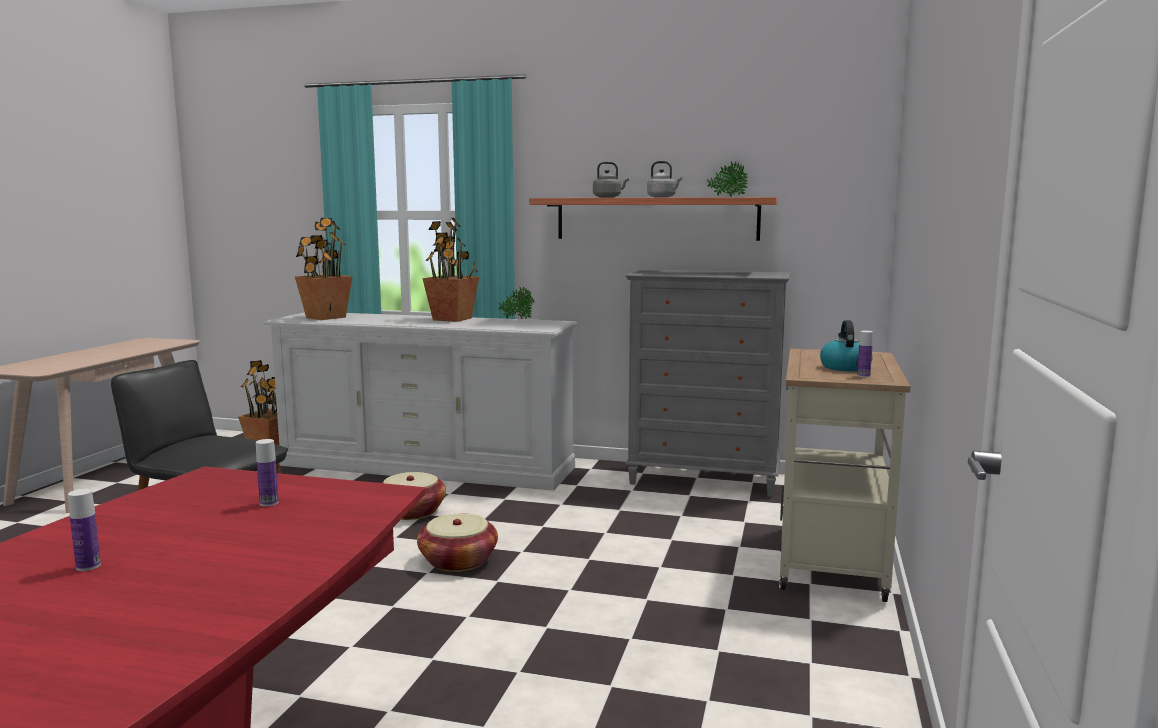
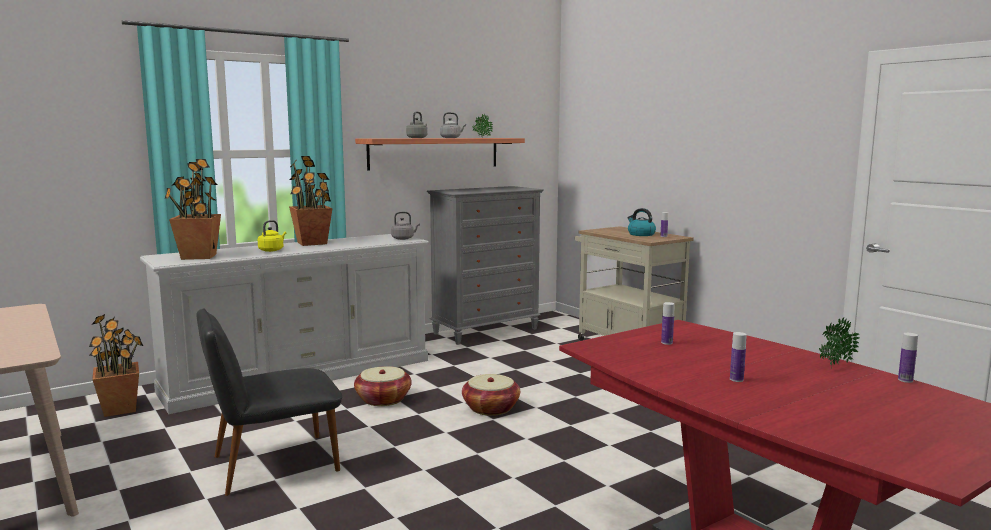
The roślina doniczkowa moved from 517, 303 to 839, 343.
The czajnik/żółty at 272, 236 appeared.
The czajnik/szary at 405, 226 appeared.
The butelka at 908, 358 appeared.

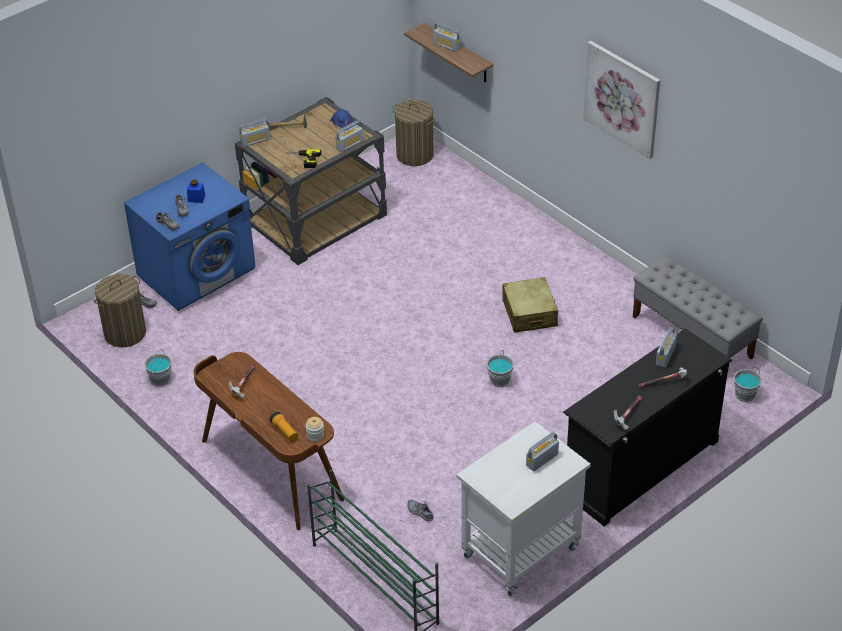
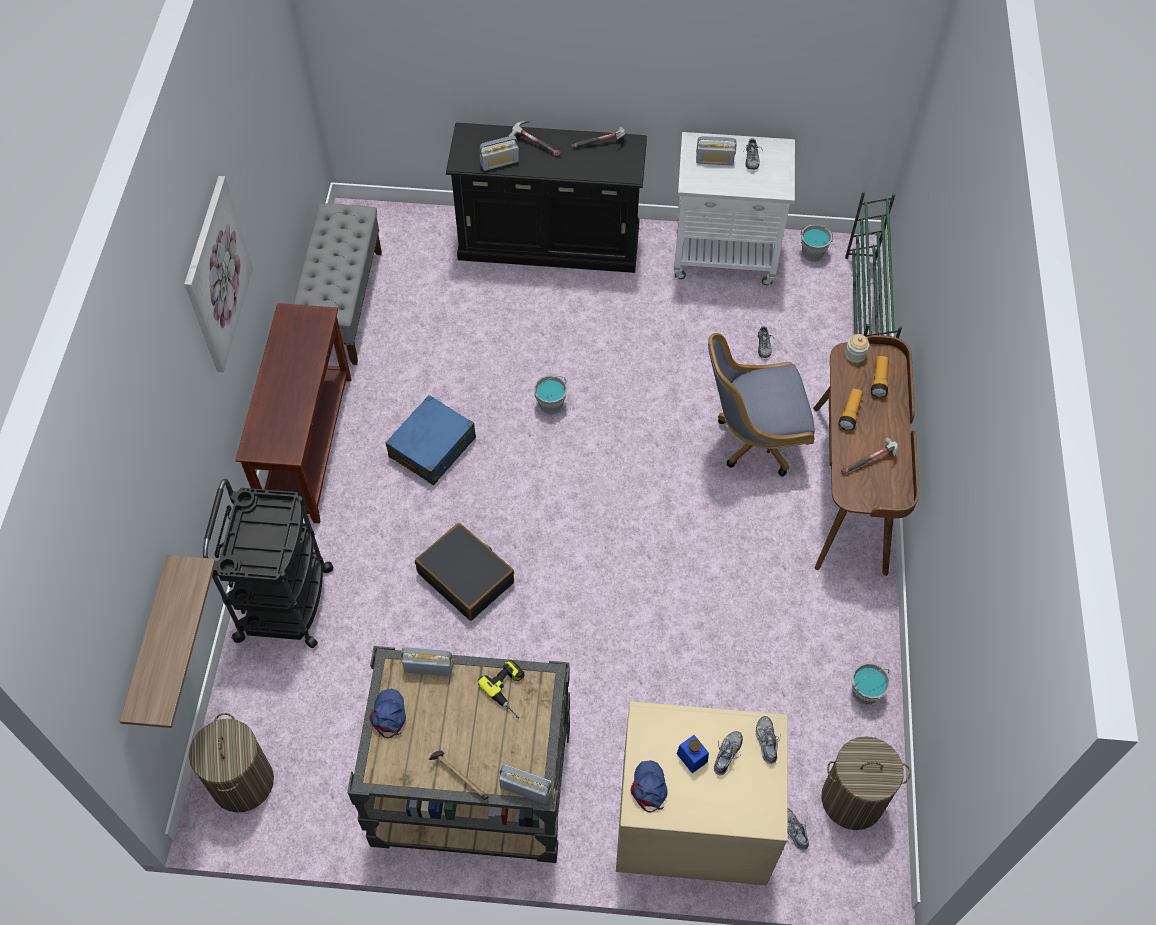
The pralka/niebieski at 190, 236 became the pralka/beżowy at 702, 793.
The radio at 447, 37 disappeared.
The walizka/beżowy at 530, 305 became the walizka/niebieski at 431, 440.
The wiadro/szary moved from 748, 384 to 817, 242.
The wózek/czarny at 268, 563 appeared.
The stolik konsolowy/brązowy at 294, 413 appeared.
The walizka/czarny at 464, 572 appeared.
The czapka z daszkiem/niebieski at 649, 786 appeared.
The krzesło biurowe/niebieski at 761, 405 appeared.
The but at 753, 154 appeared.
The latarka at 850, 410 appeared.

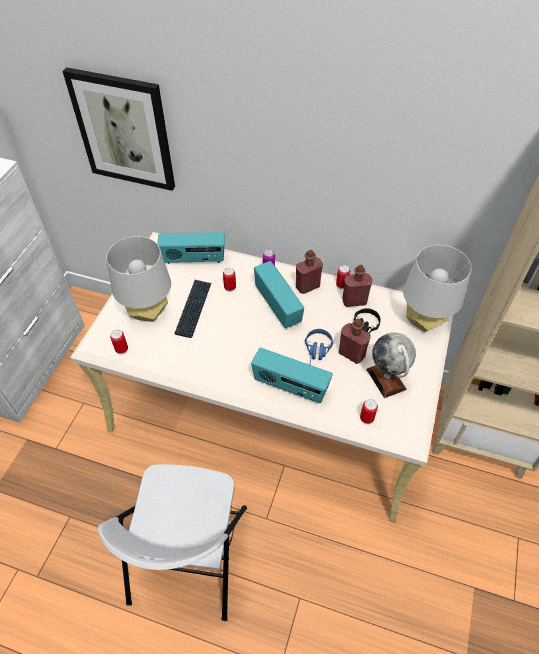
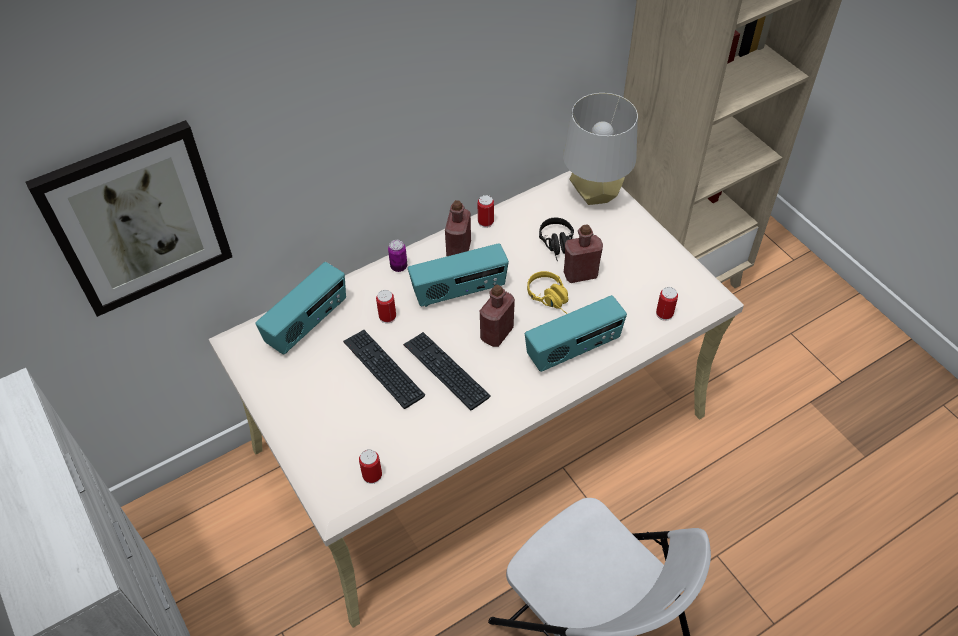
The lampa stołowa/szary at 138, 279 disappeared.
The radio at 279, 294 turned 150 degrees clockwise.
The słuchawki/niebieski at 319, 346 became the słuchawki/żółty at 547, 292.
The butelka/czerwony moved from 357, 286 to 497, 316.
The globus at 391, 365 disappeared.
The klawiatura at 447, 371 appeared.

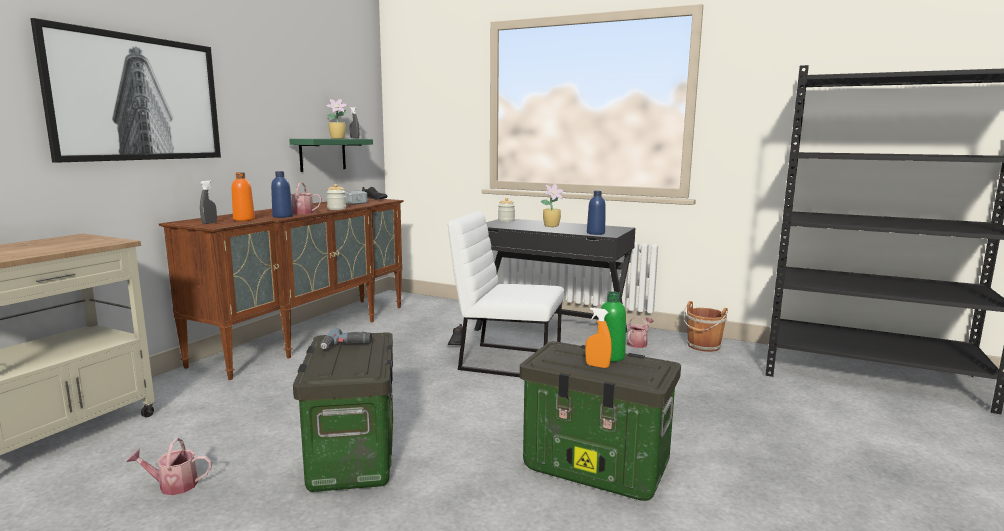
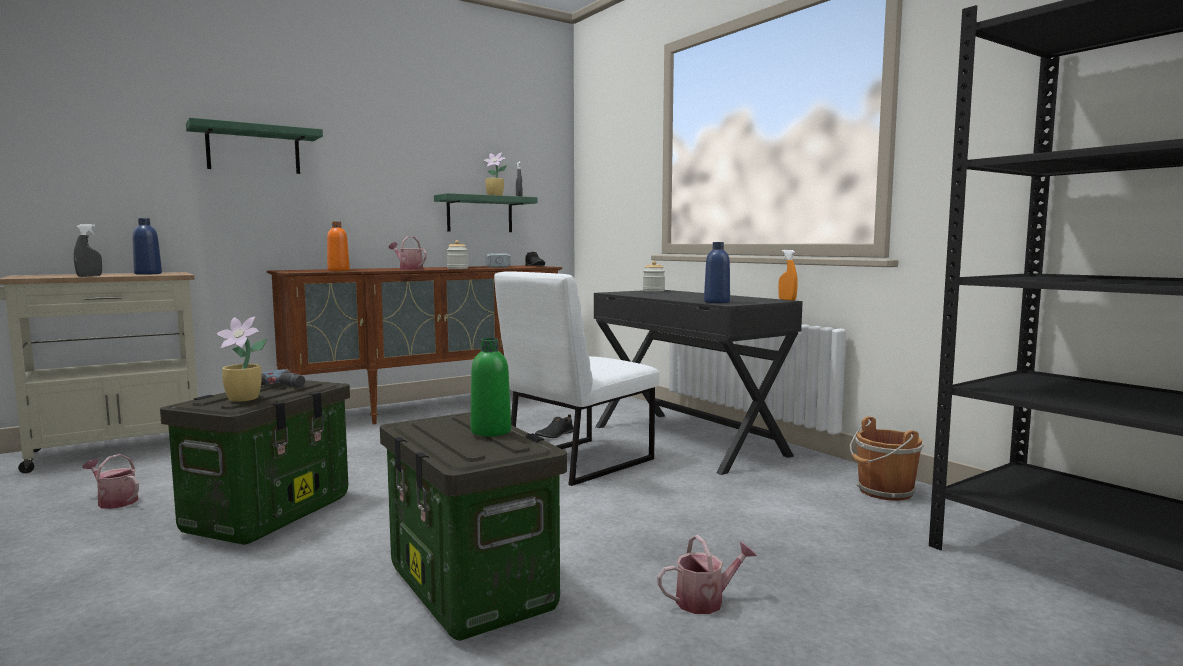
The obraz at 125, 90 was replaced by the półka/zielony at 254, 146.
The spryskiwacz/szary moved from 208, 202 to 88, 250.
The butelka/niebieski moved from 282, 194 to 147, 246.
The krzesło/biały at 506, 294 turned 90 degrees counterclockwise.
The roślina doniczkowa moved from 552, 205 to 242, 359.
The spryskiwacz/pomarańczowy moved from 598, 338 to 788, 275.
The konewka moved from 640, 332 to 707, 574.

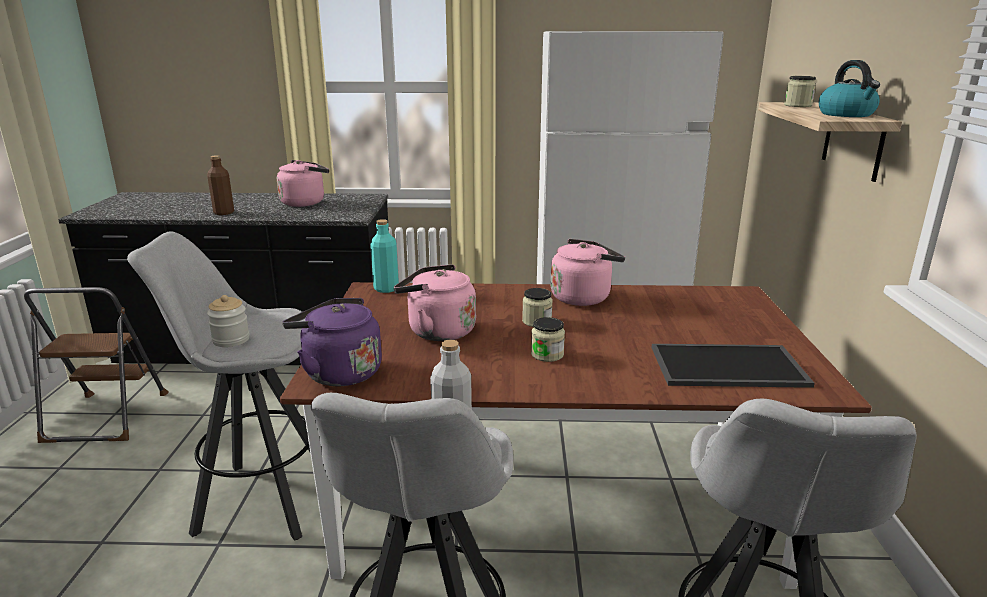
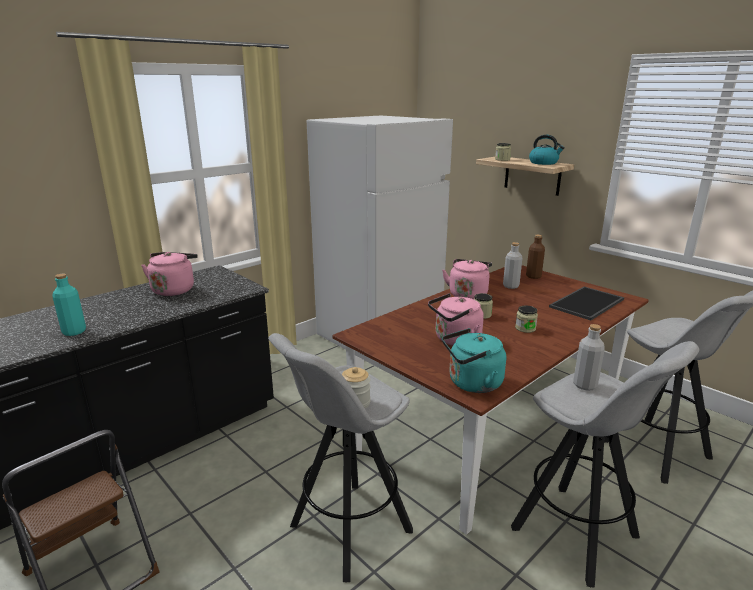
The butelka/brązowy moved from 220, 185 to 535, 257.
The czajnik/fioletowy at 332, 342 became the czajnik/turkusowy at 474, 360.
The butelka/turkusowy moved from 384, 256 to 69, 305.
The butelka/szary at 512, 265 appeared.

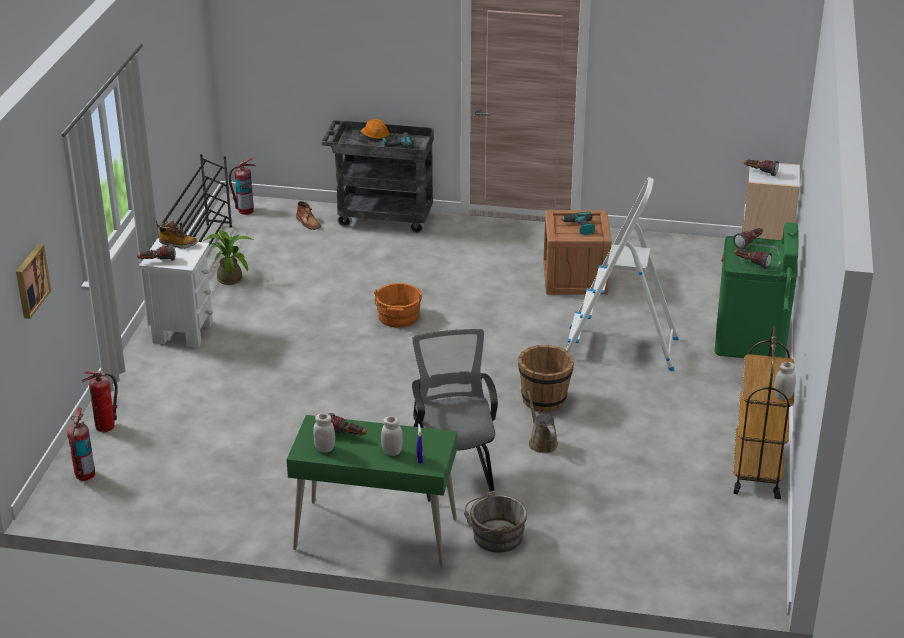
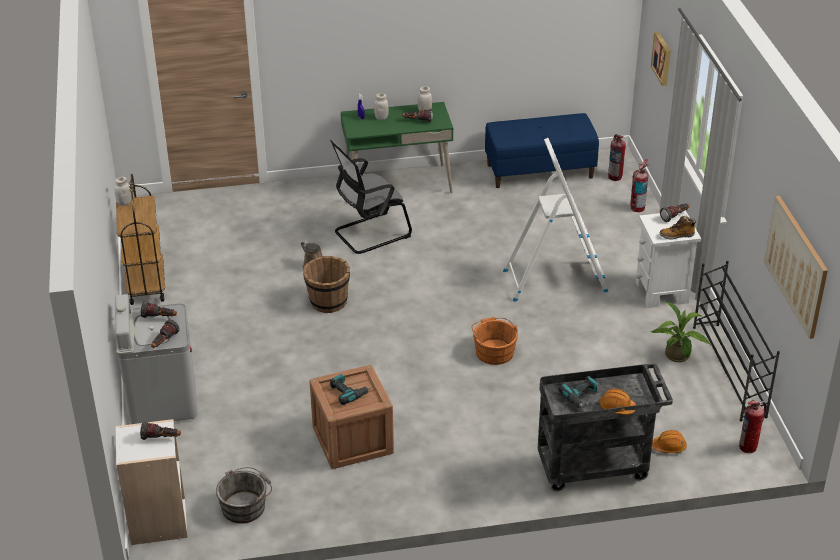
The but z cholewką/brązowy at 308, 215 was replaced by the kask/pomarańczowy at 669, 441.
The krzesło at 455, 415 turned 90 degrees clockwise.
The wiadro/szary moved from 495, 522 to 244, 495.
The drabinka/biały moved from 622, 274 to 555, 220.
The pralka/zielony at 757, 290 became the pralka/szary at 156, 359.
The ławka/niebieski at 542, 150 appeared.
The obraz at 796, 267 appeared.

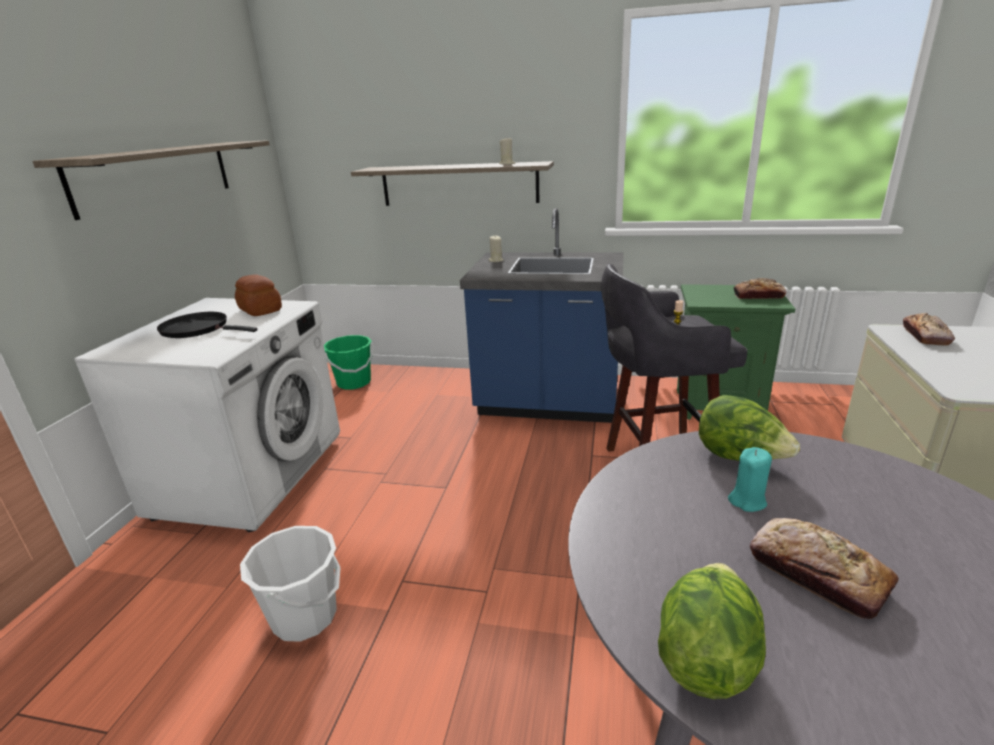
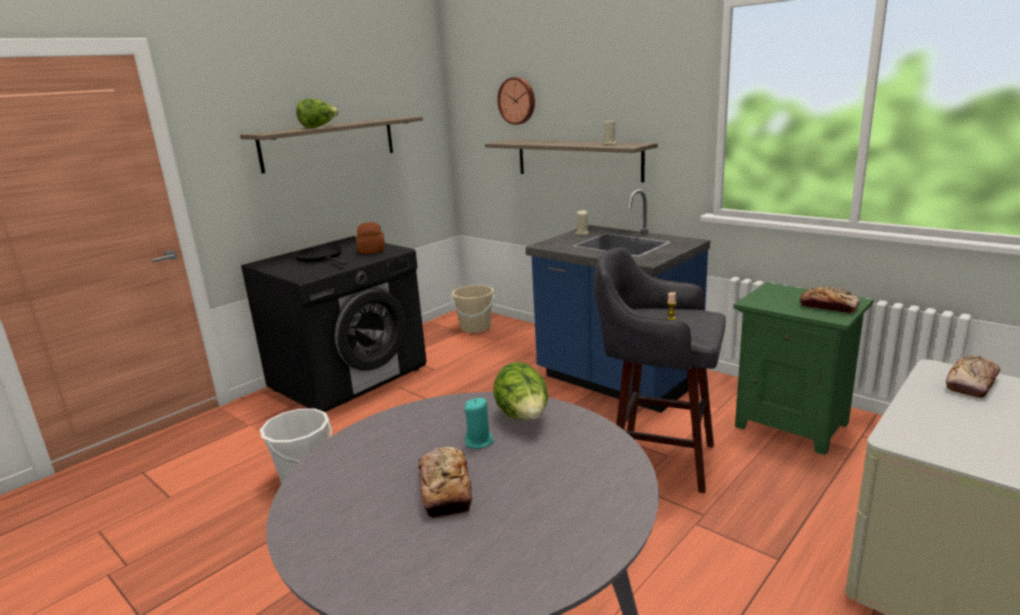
The pralka/biały at 207, 415 became the pralka/czarny at 334, 324.
The wiadro/zielony at 349, 362 became the wiadro/beżowy at 473, 309.
The sałata moved from 712, 631 to 317, 113.
The zegar ścienny at 516, 101 appeared.

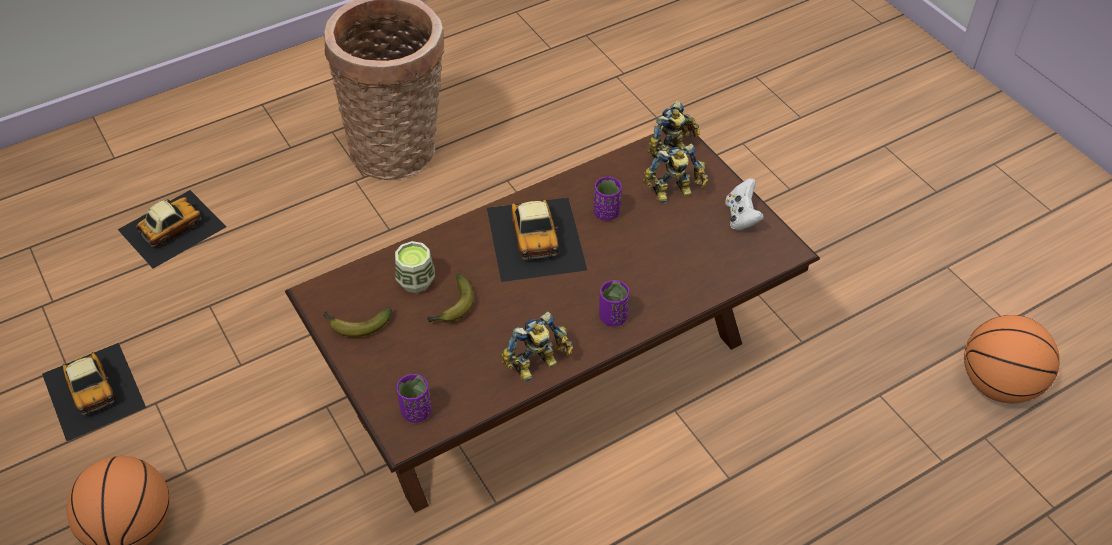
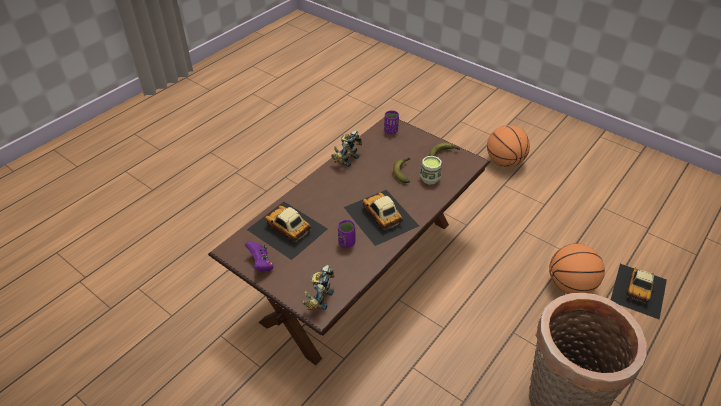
The samochodzik moved from 94, 392 to 287, 231.
The filiżanka/fioletowy at 614, 303 disappeared.
The robot zabawkowy at 675, 173 disappeared.
The pad do gier/biały at 744, 204 became the pad do gier/fioletowy at 259, 256.
The piłka do koszykówki moved from 1012, 359 to 577, 268.

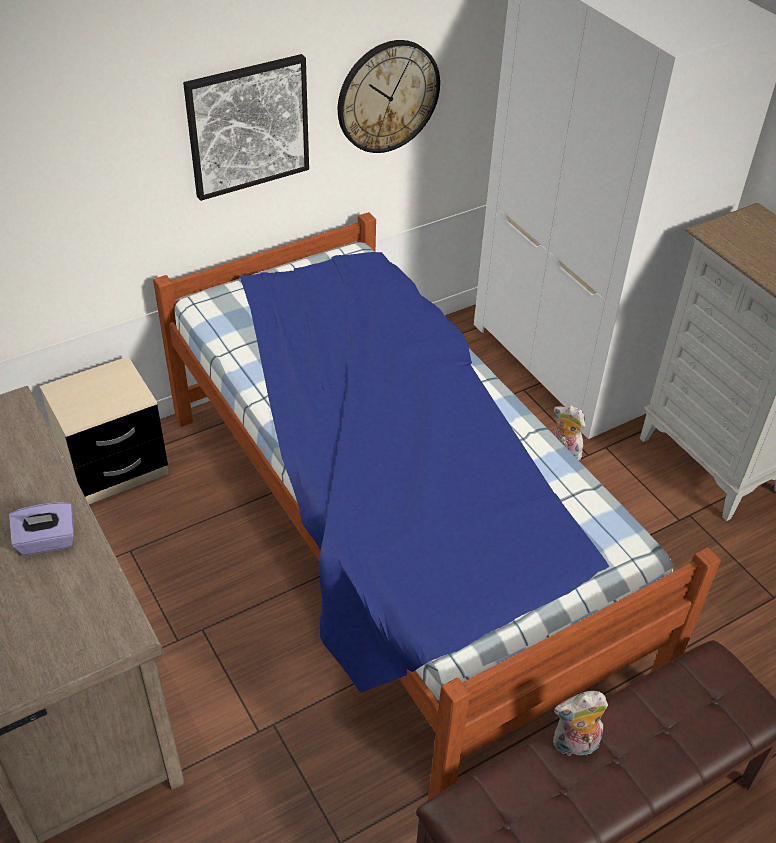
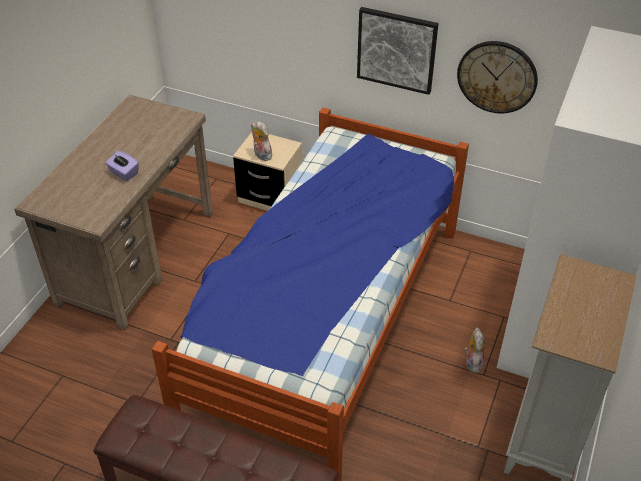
The pluszak moved from 580, 724 to 261, 141.

